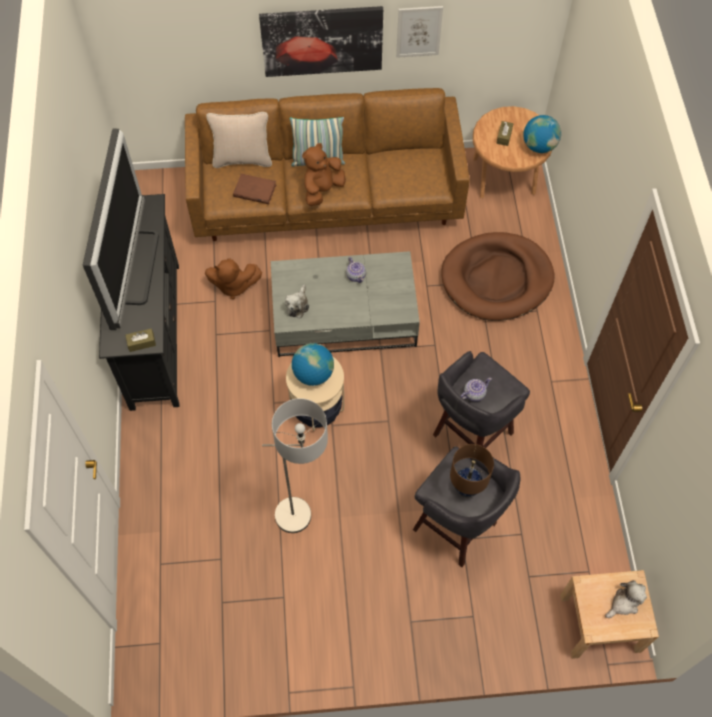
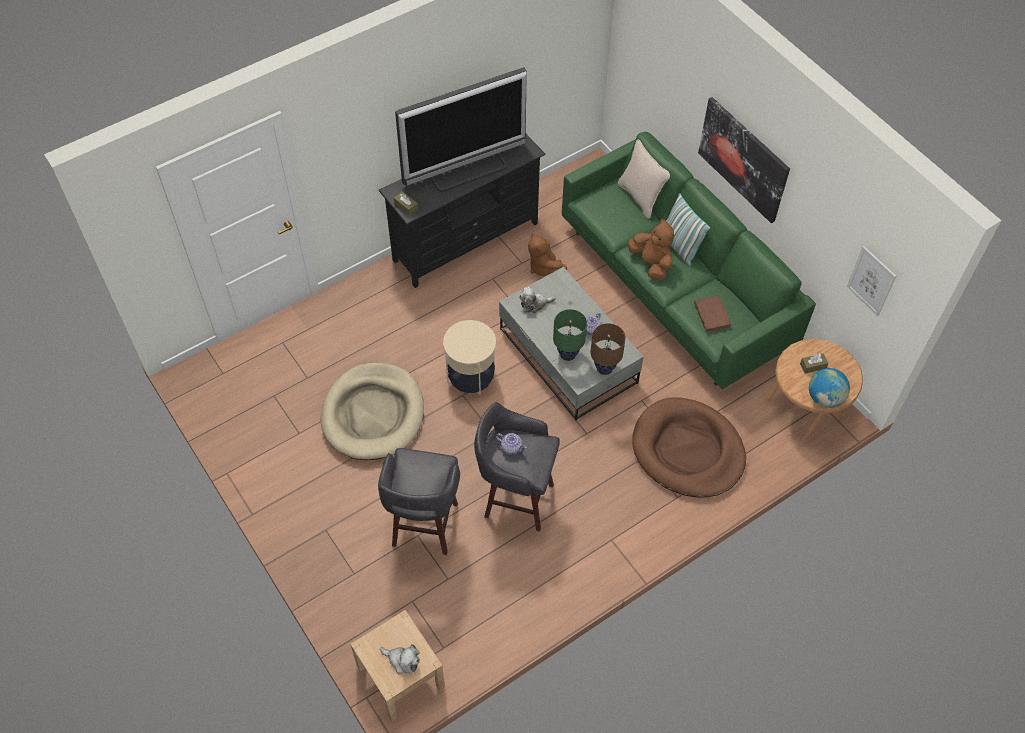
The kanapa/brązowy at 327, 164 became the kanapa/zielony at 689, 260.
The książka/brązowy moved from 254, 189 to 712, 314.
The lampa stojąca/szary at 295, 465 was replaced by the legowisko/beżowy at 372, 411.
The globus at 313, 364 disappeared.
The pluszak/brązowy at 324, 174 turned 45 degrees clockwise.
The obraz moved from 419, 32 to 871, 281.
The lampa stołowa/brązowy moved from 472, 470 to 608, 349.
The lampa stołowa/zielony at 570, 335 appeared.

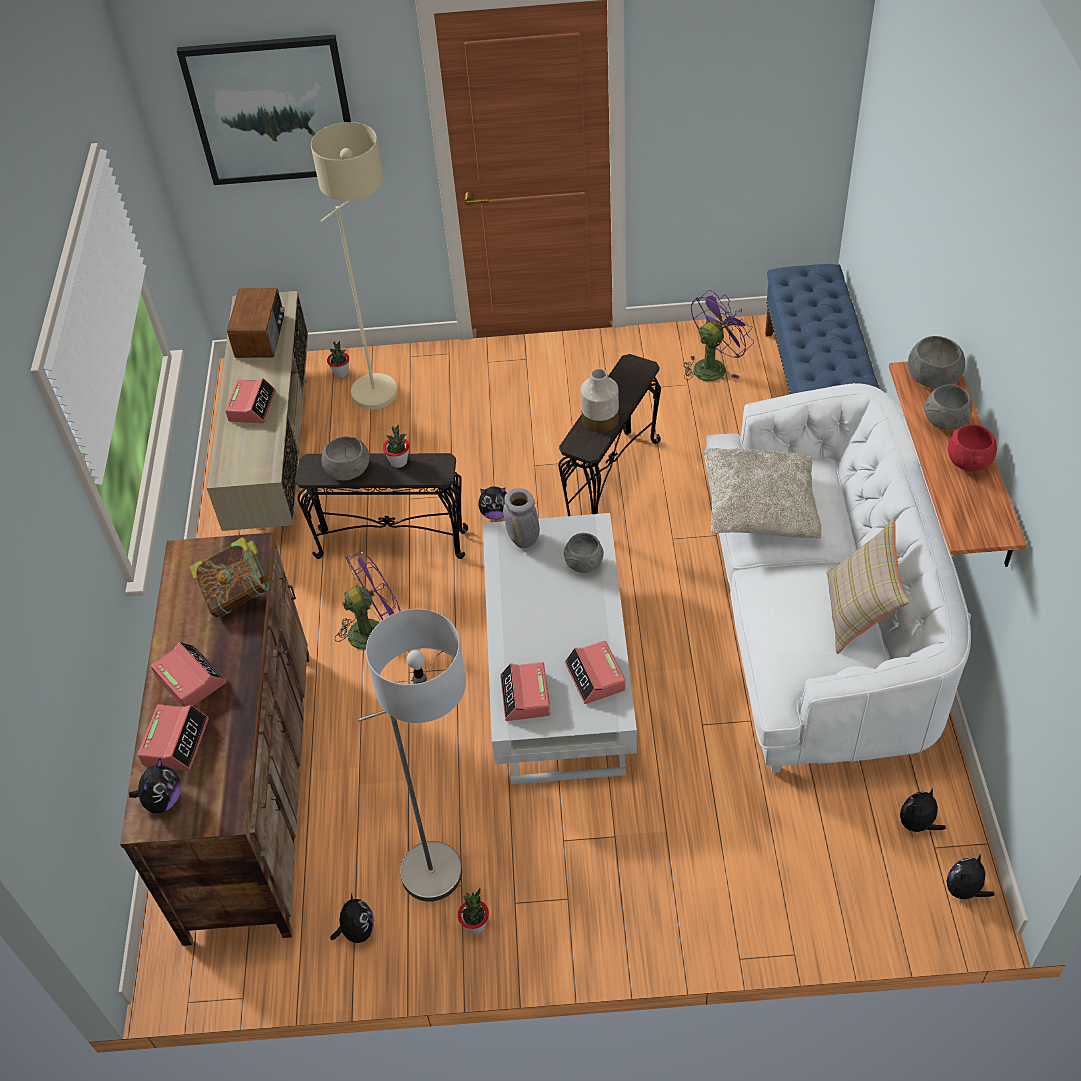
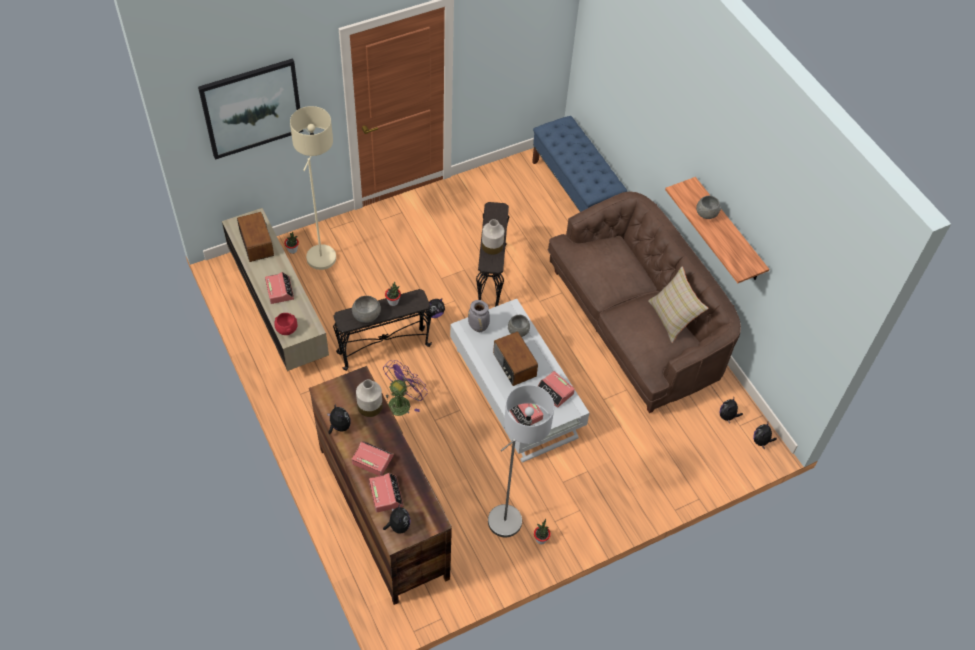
The książka at 230, 577 was replaced by the wazon/beżowy at 369, 398.
The pluszak moved from 352, 918 to 339, 419.
The wentylator/fioletowy at 718, 335 disappeared.
The kanapa/biały at 837, 578 became the kanapa/brązowy at 644, 302.
The poduszka/beżowy at 763, 493 disappeared.
The miska/szary at 936, 362 disappeared.
The miska/czerwony moved from 972, 448 to 286, 324.
The radio at 515, 358 appeared.

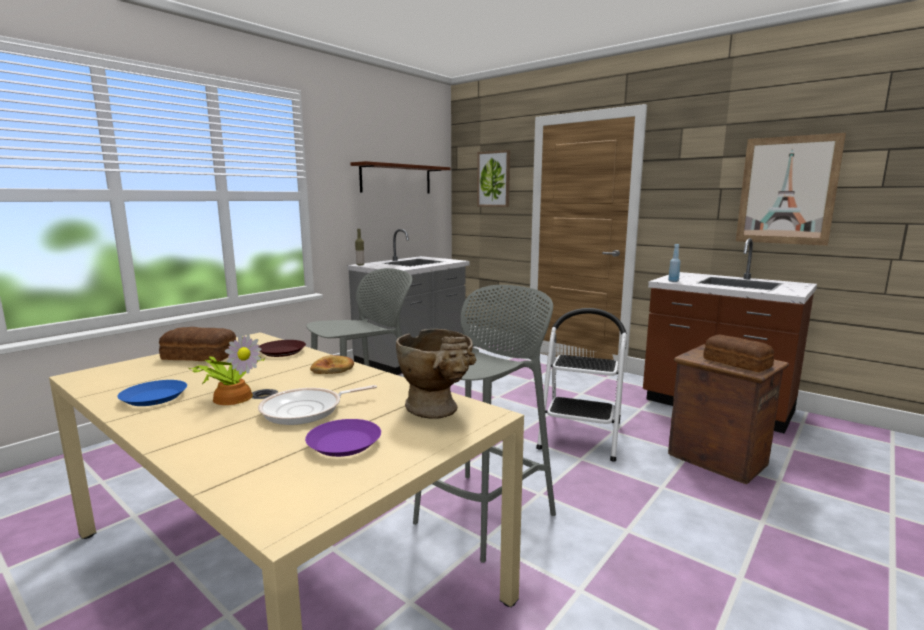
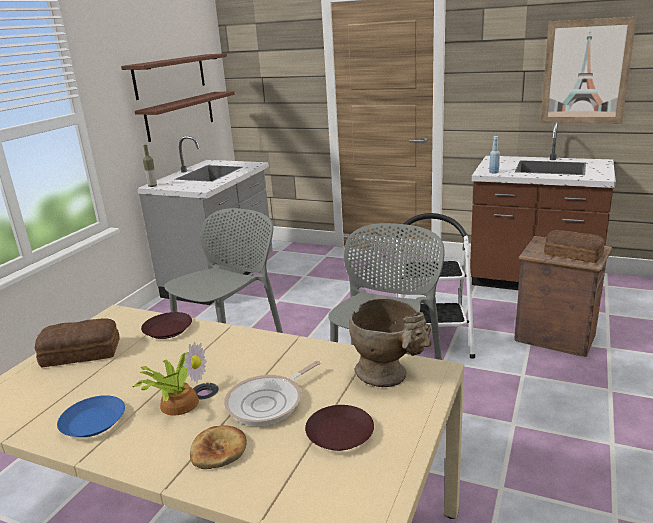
The talerz/fioletowy at 343, 438 became the talerz/brązowy at 339, 428.
The chleb moved from 332, 364 to 218, 447.
The obraz at 493, 178 disappeared.
The półka/brązowy at 185, 116 appeared.

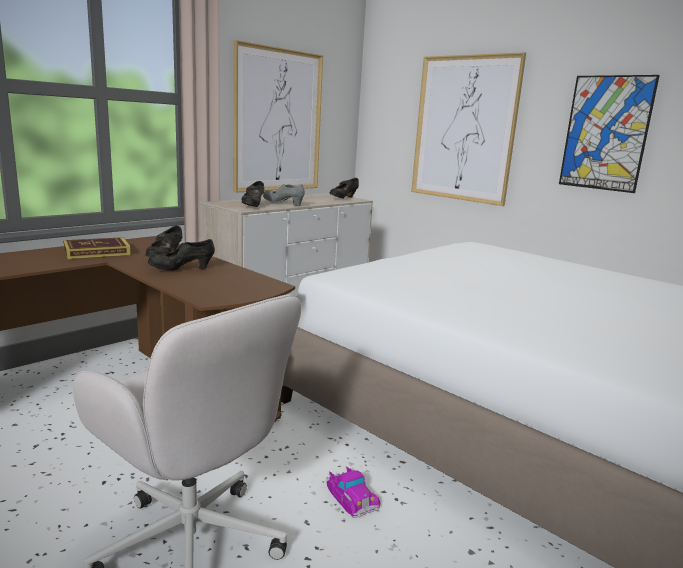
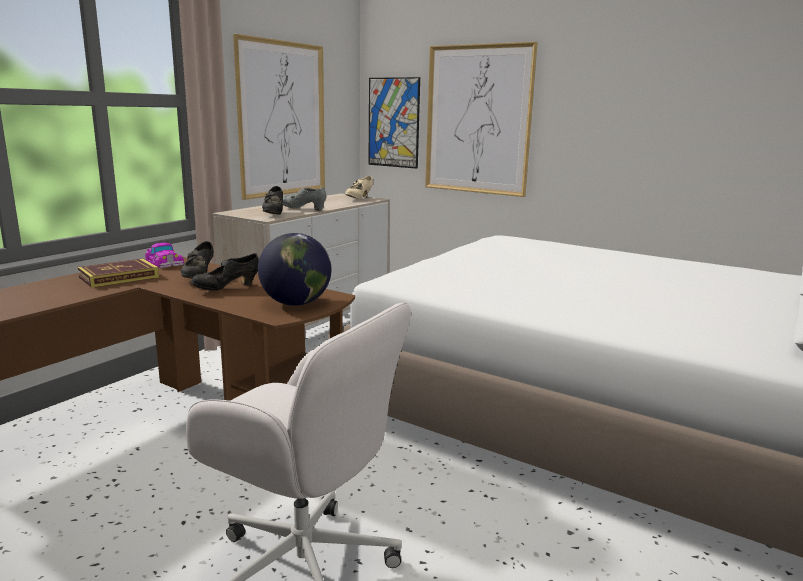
The samochodzik moved from 353, 492 to 164, 255.
The but/czarny at 344, 188 became the but/beżowy at 359, 187.
The obraz moved from 609, 134 to 394, 123.
The globus at 294, 269 appeared.

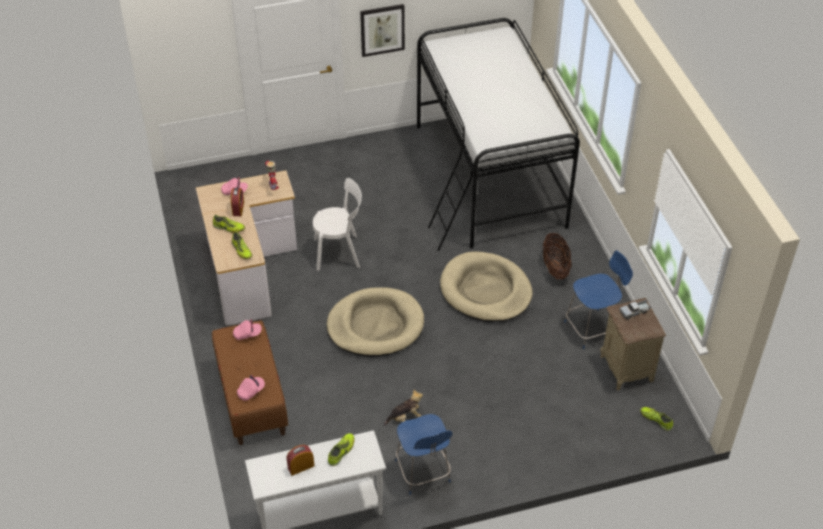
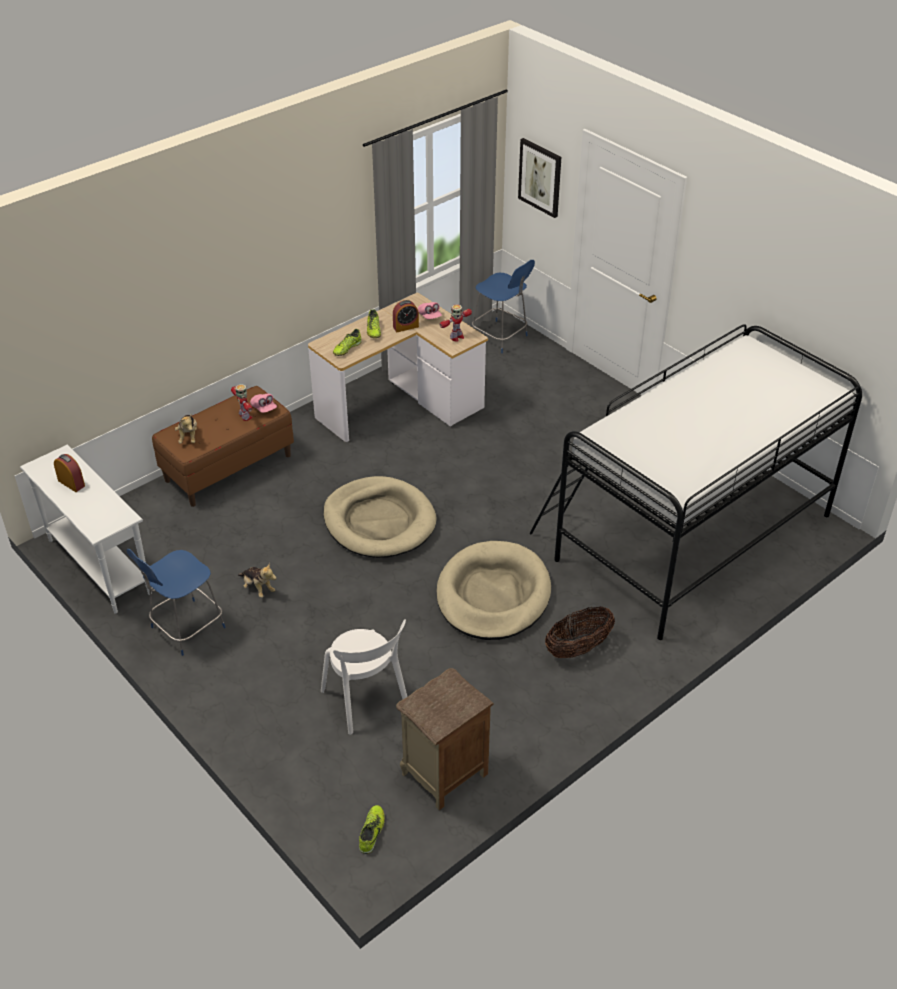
The czapka z daszkiem/różowy at 251, 388 was replaced by the pluszak at 186, 428.
The krzesło/biały moved from 337, 224 to 364, 677.
The but at 341, 449 disappeared.
The obraz moved from 382, 30 to 539, 178.
The krzesło/niebieski moved from 598, 299 to 503, 306.
The ciężarówka zabawkowa at 635, 310 disappeared.
The robot zabawkowy at 241, 402 appeared.

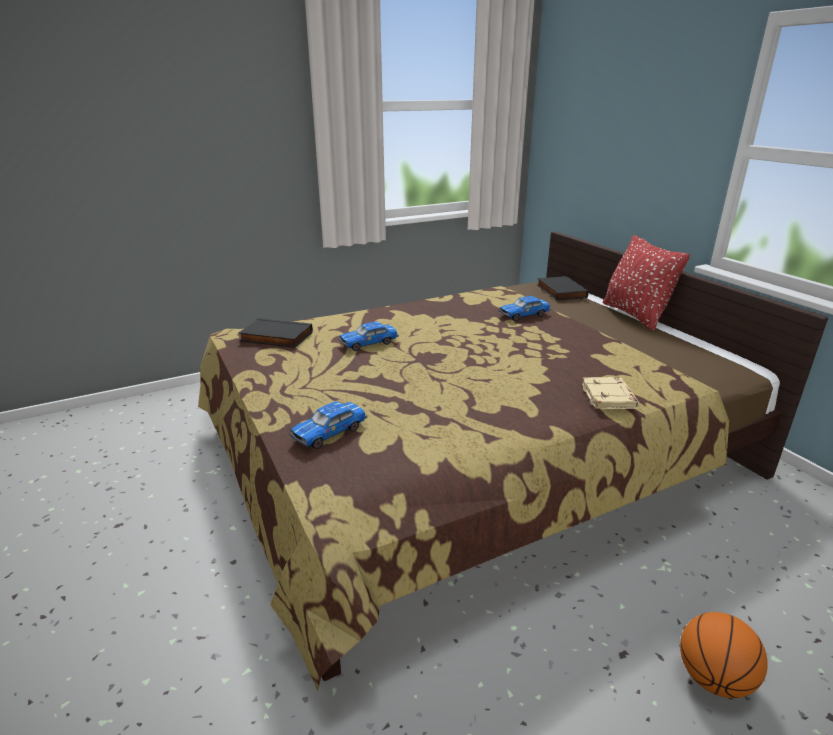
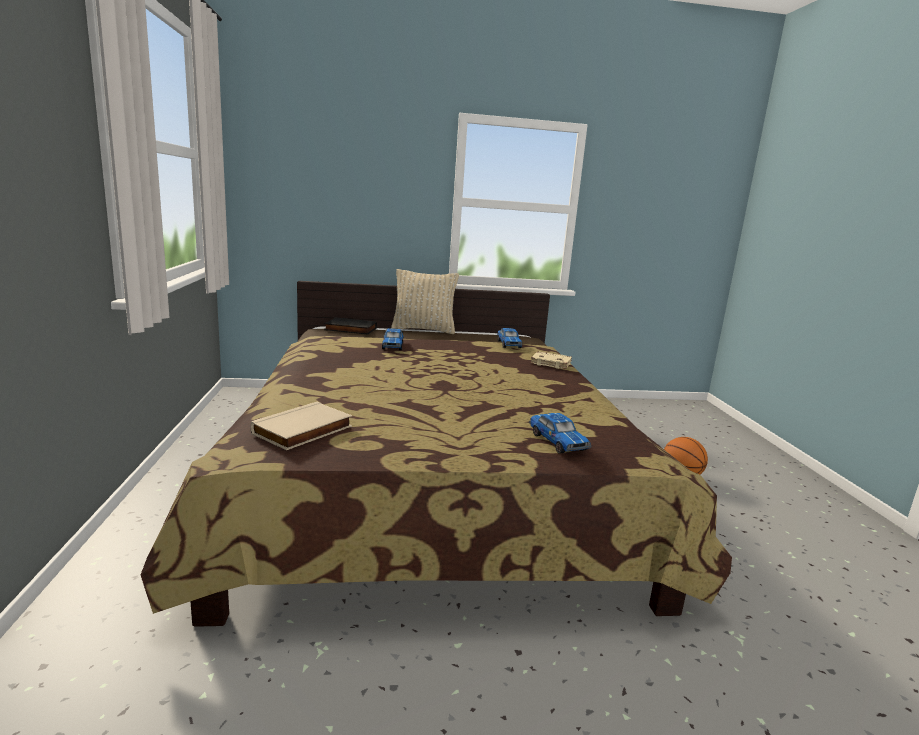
The książka/czarny at 275, 333 became the książka/beżowy at 301, 425.
The samochodzik moved from 369, 336 to 509, 338.
The poduszka/czerwony at 646, 283 became the poduszka/beżowy at 425, 301.

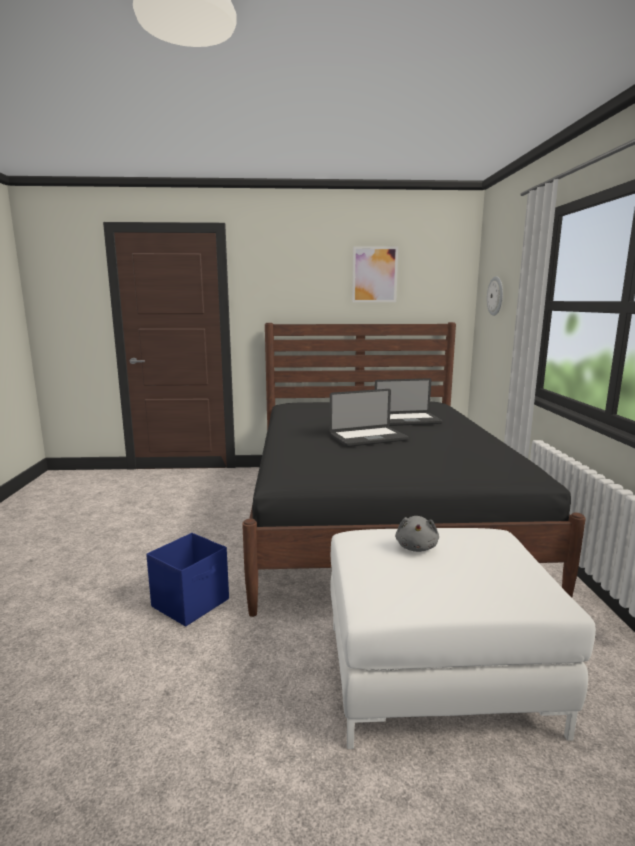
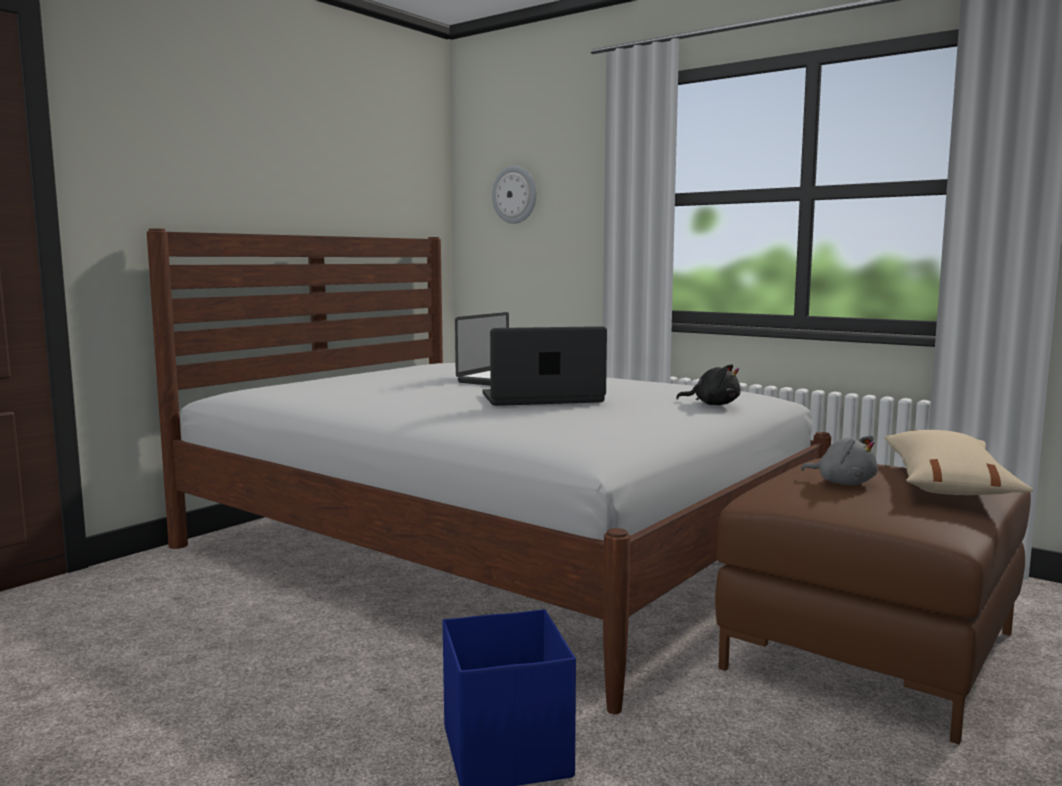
The łóżko/czarny at 414, 469 became the łóżko/biały at 489, 471.
The laptop at 369, 418 turned 120 degrees counterclockwise.
The pufa/biały at 463, 638 became the pufa/brązowy at 873, 601.
The obraz at 375, 274 disappeared.
The pluszak/czarny at 708, 384 appeared.
The poduszka/beżowy at 958, 462 appeared.

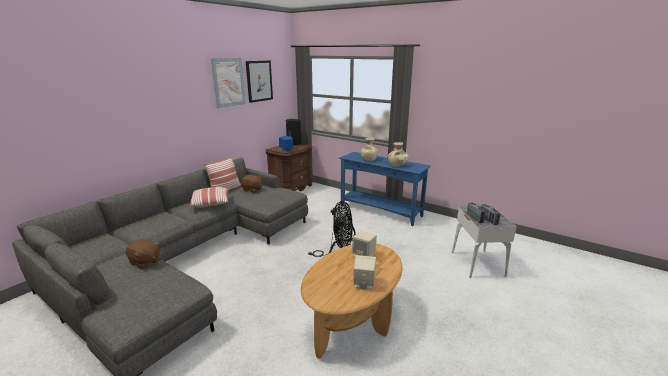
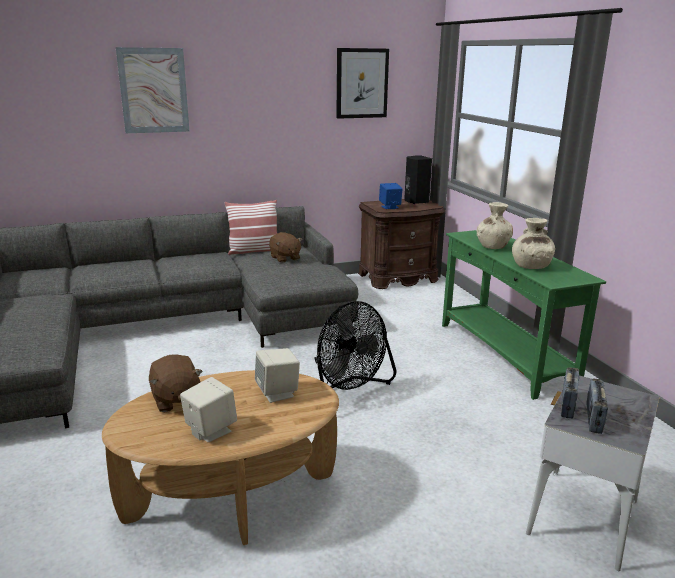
The pluszak/brązowy moved from 143, 254 to 176, 383.
The poduszka at 210, 197 disappeared.
The obraz moved from 228, 83 to 152, 90.
The stolik konsolowy/niebieski at 385, 189 became the stolik konsolowy/zielony at 524, 315.

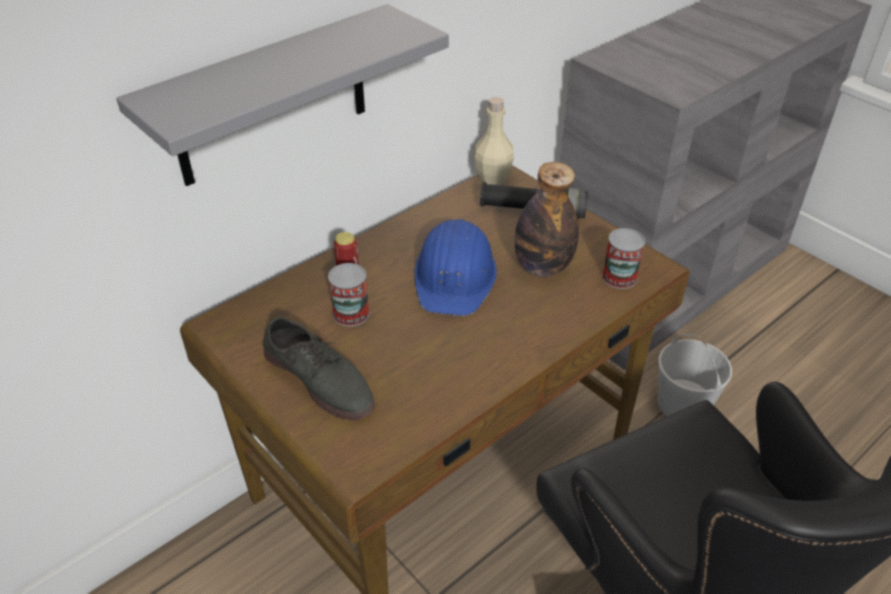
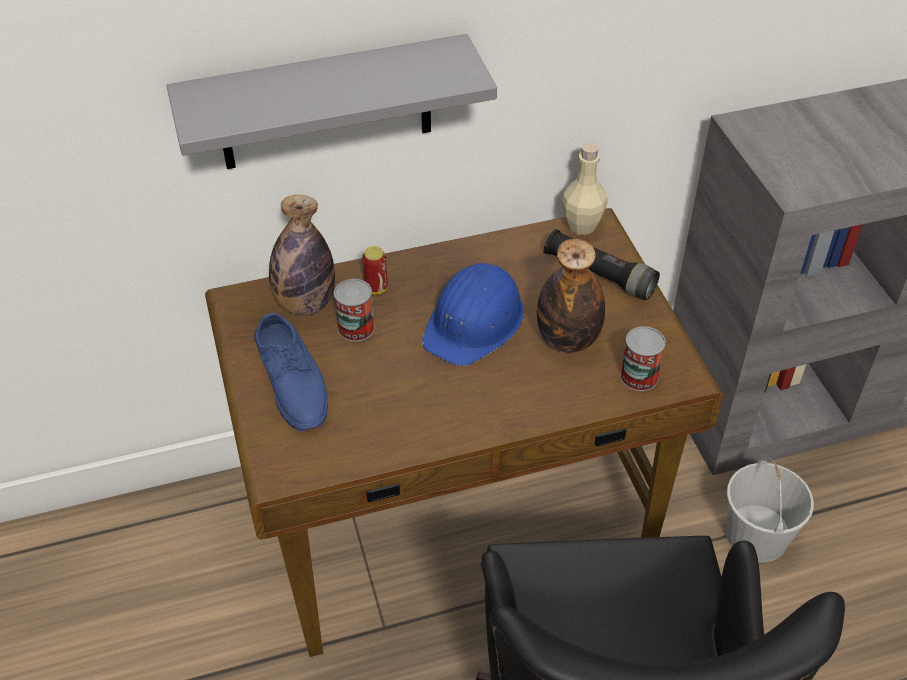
The but/szary at 319, 368 became the but/niebieski at 291, 372.
The butelka at 302, 255 appeared.

